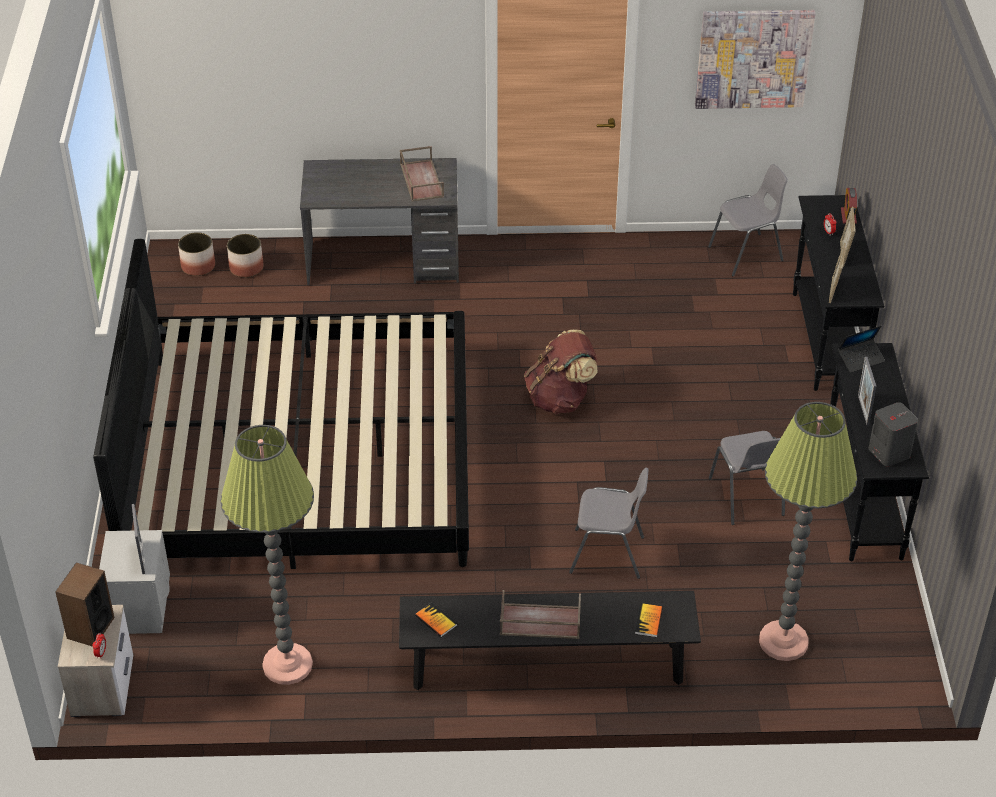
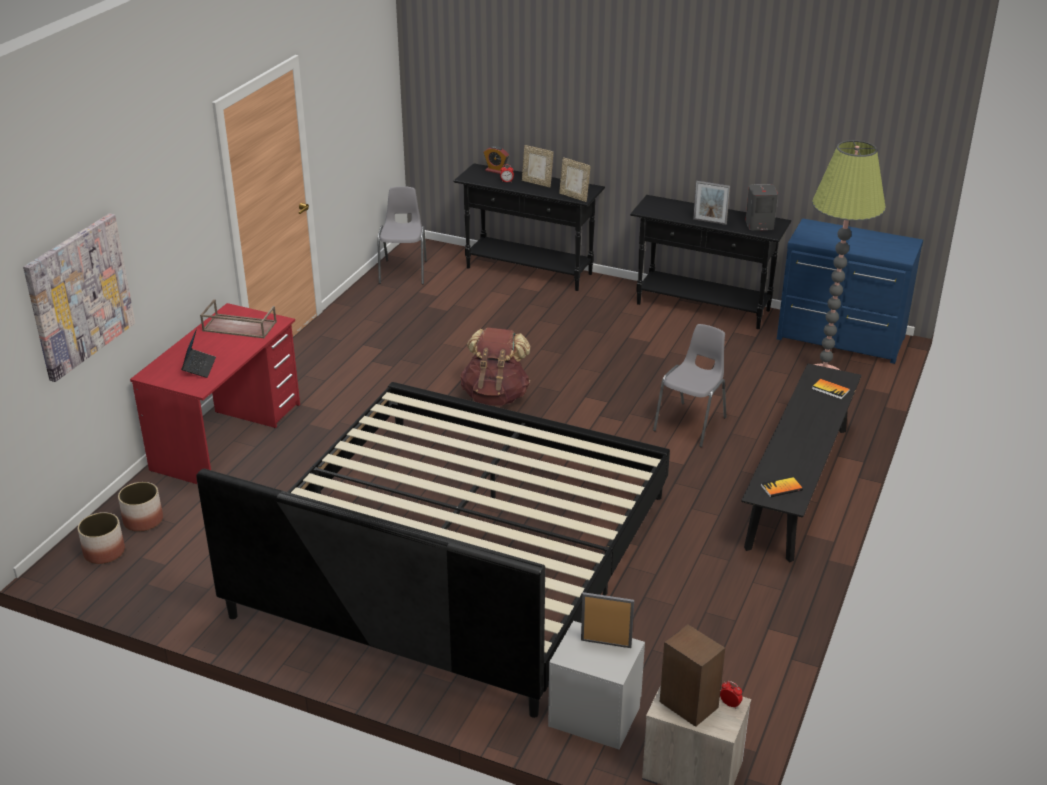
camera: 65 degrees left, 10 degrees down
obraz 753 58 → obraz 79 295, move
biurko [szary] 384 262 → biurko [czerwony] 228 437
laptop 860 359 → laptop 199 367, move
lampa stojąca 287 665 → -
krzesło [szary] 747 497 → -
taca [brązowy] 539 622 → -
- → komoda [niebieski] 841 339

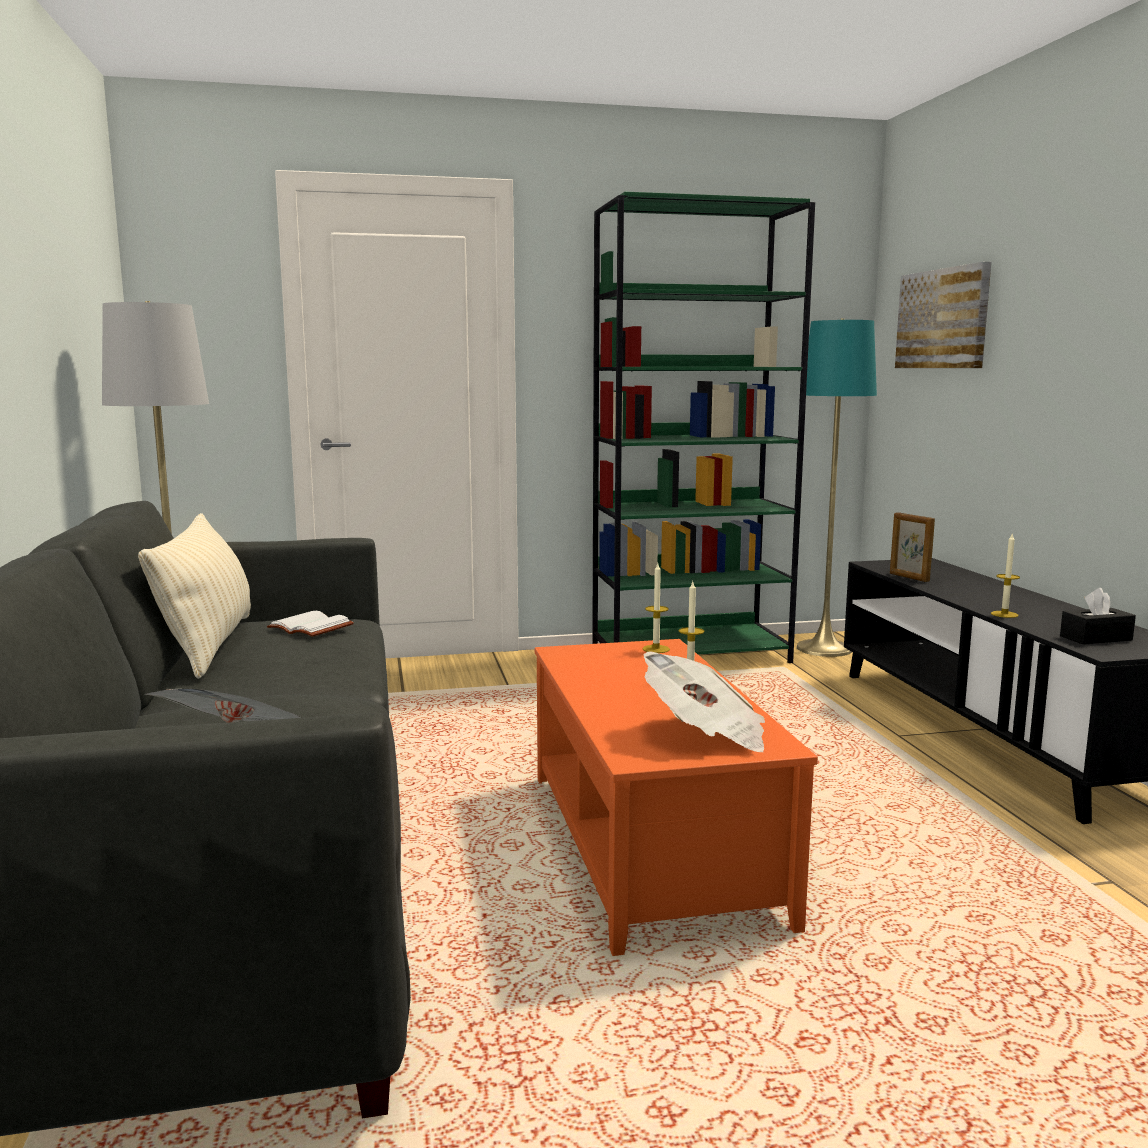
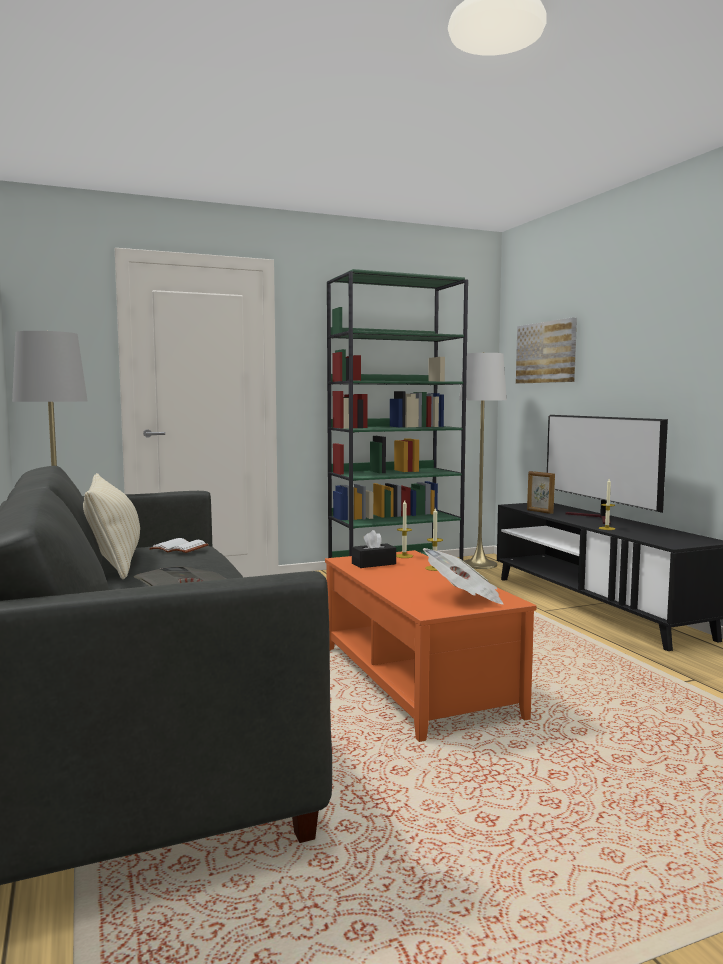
camera: 10 degrees left, 5 degrees down
lampa stojąca [turkusowy] 824 648 → lampa stojąca [biały] 479 564
pudełko chusteczek [czarny] 1096 638 → pudełko chusteczek [czarny] 373 564, move
- → telewizor 597 518

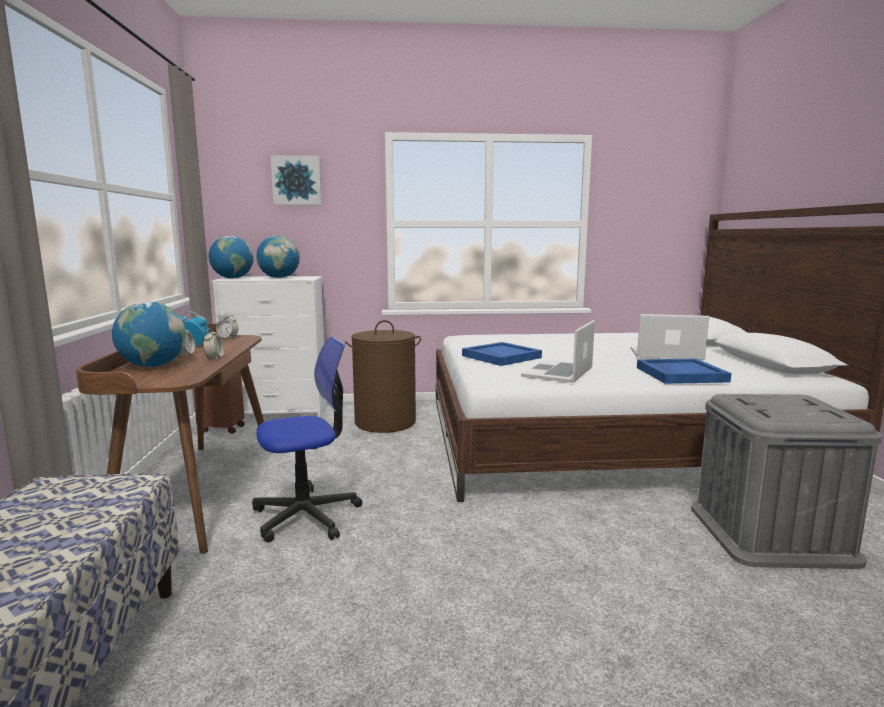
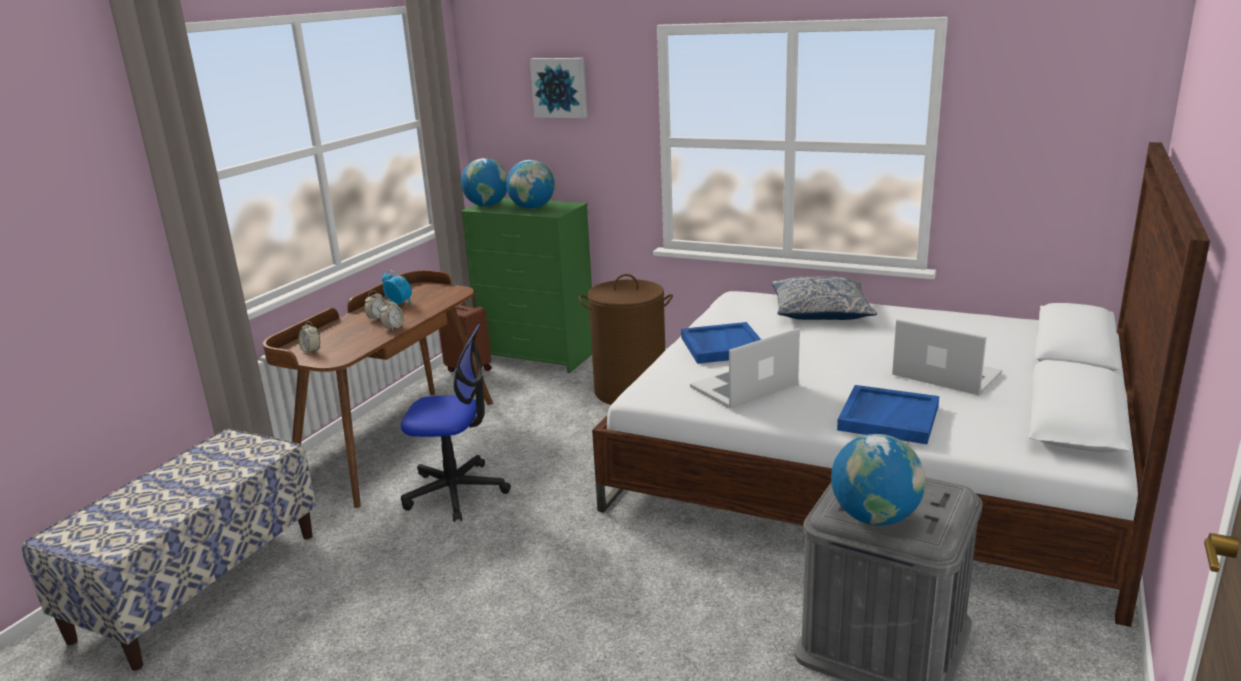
camera: 30 degrees right, 10 degrees up
komoda [biały] 279 411 → komoda [zielony] 538 355
globus 153 366 → globus 875 517, move
budzik 228 338 → budzik 311 351, move
- → poduszka 820 311

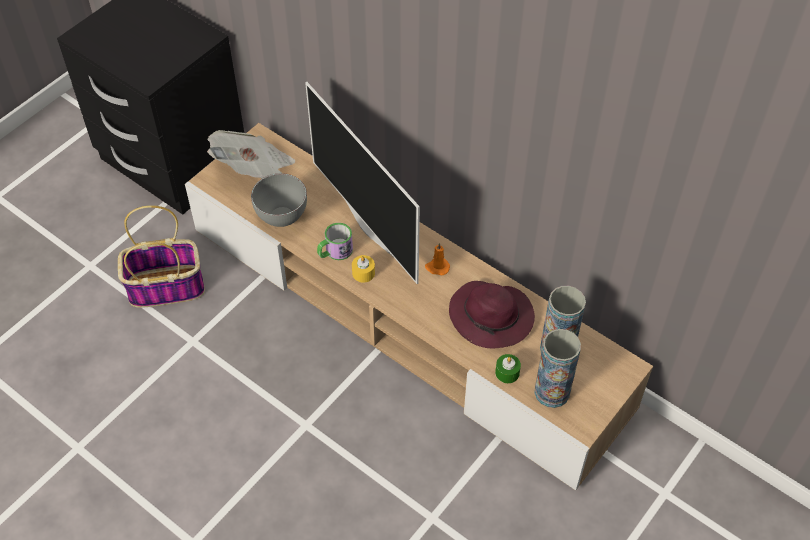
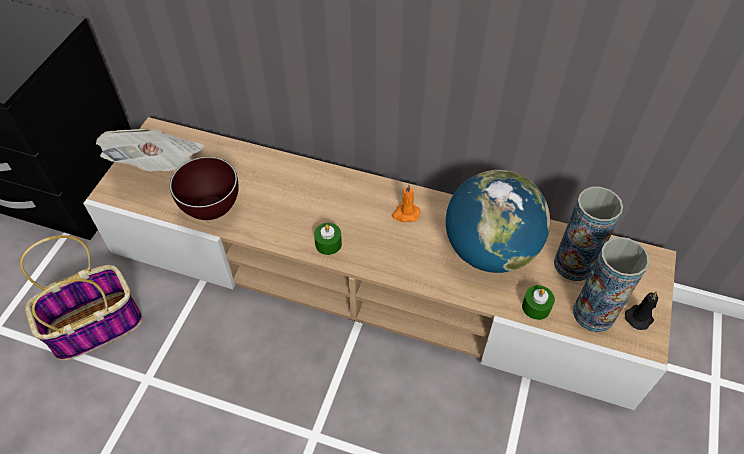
camera: 20 degrees left, 0 degrees up
telewizor 371 227 → -
miska [szary] 282 218 → miska [brązowy] 212 209
kubek 335 252 → -
świeca [żółty] 363 273 → świeca [zielony] 328 243
kapelusz [fioletowy] 492 317 → globus 489 250
- → świeca [czarny] 639 317

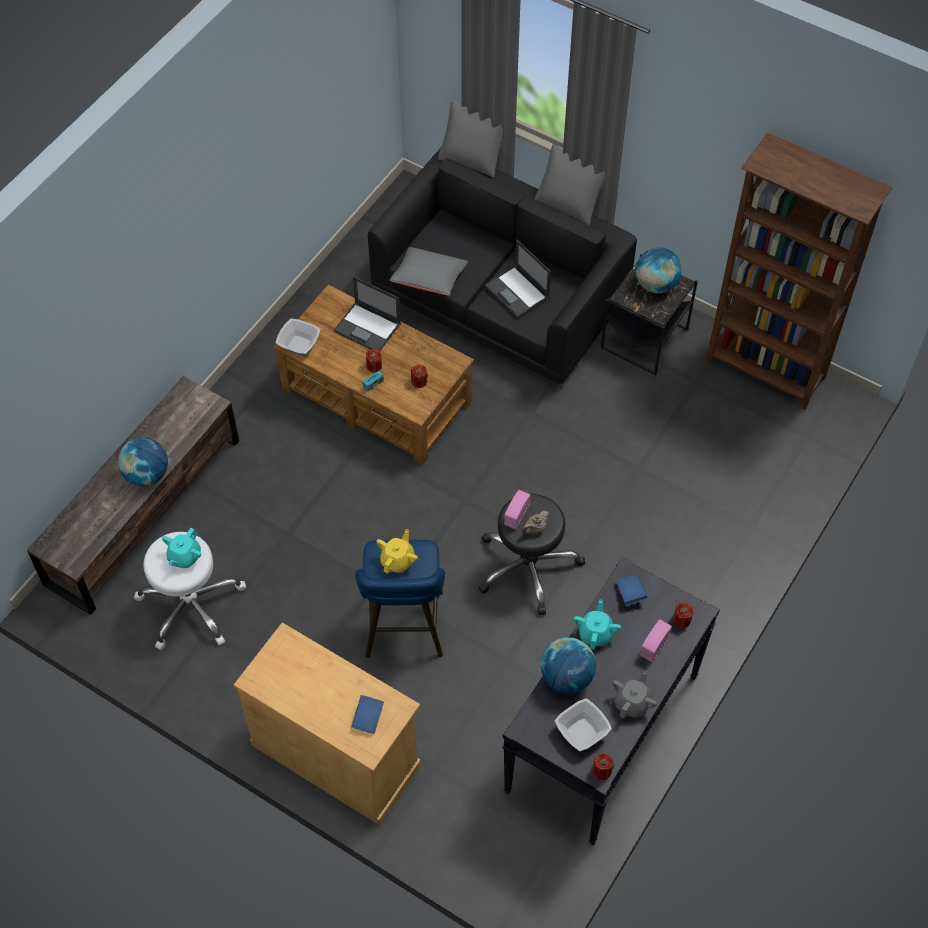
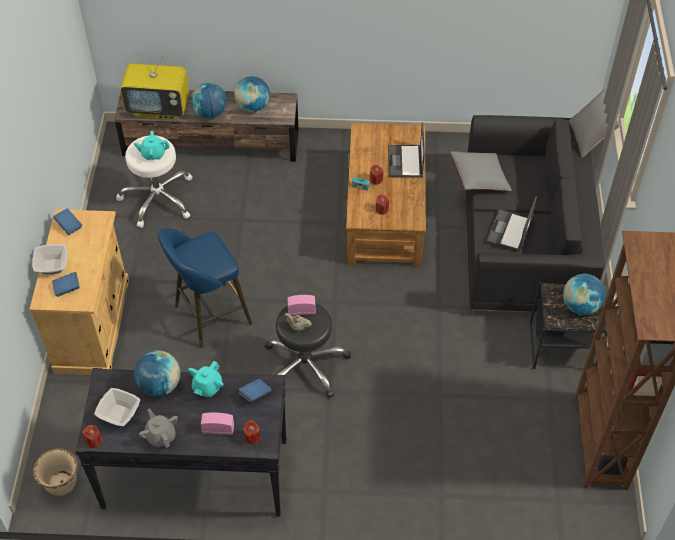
camera: 60 degrees right, 5 degrees down
poduszka [szary] 569 202 → -
miska 299 345 → miska 52 266, move
imbryk [żółty] 398 560 → -
imbryk [turkusowy] 595 633 → imbryk [turkusowy] 207 387, 135 degrees clockwise
imbryk [szary] 632 703 → imbryk [szary] 161 436, 120 degrees counterclockwise
- → telewizor 159 108
- → globus 253 107
- → książka [niebieski] 69 226
- → donica [beżowy] 62 484

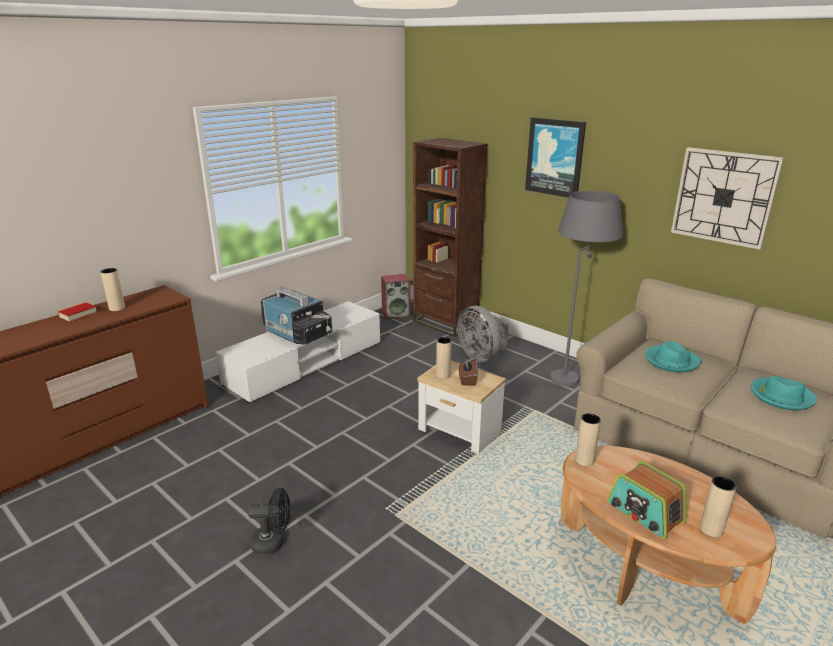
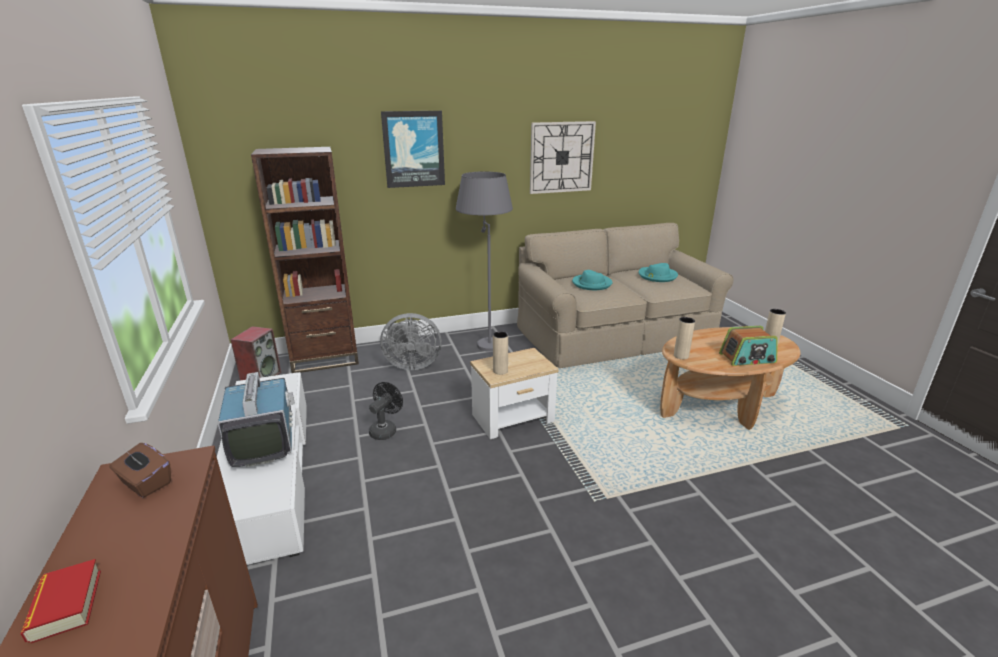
camera: 60 degrees left, 0 degrees up
wazon [beżowy] 117 308 → -
telewizor 298 334 → telewizor 263 439, 90 degrees counterclockwise
pudełko chusteczek [brązowy] 467 380 → pudełko chusteczek [brązowy] 145 483, move
wentylator [czarny] 273 542 → wentylator [czarny] 385 430, move

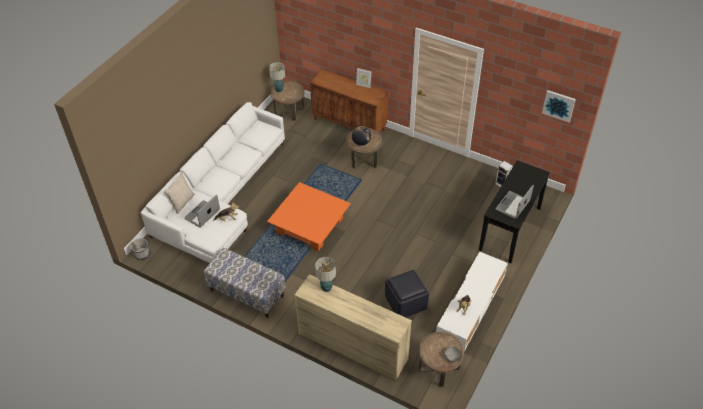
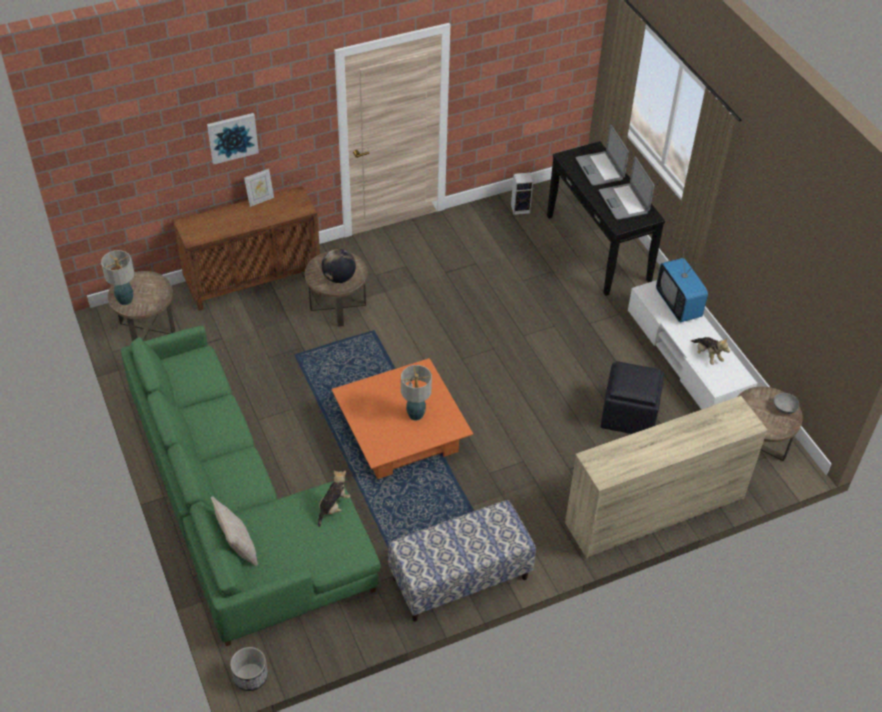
camera: 55 degrees left, 0 degrees up
obraz 558 105 → obraz 232 137, move
kanapa [biały] 220 198 → kanapa [zielony] 237 508
laptop 202 214 → laptop 600 169, move
lampa stołowa 326 288 → lampa stołowa 415 415, move
- → telewizor 678 304

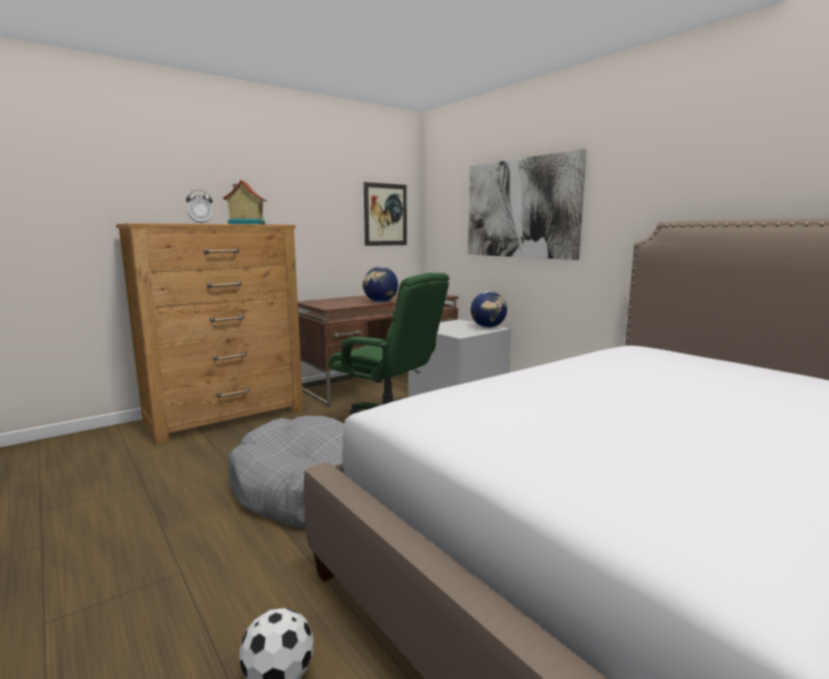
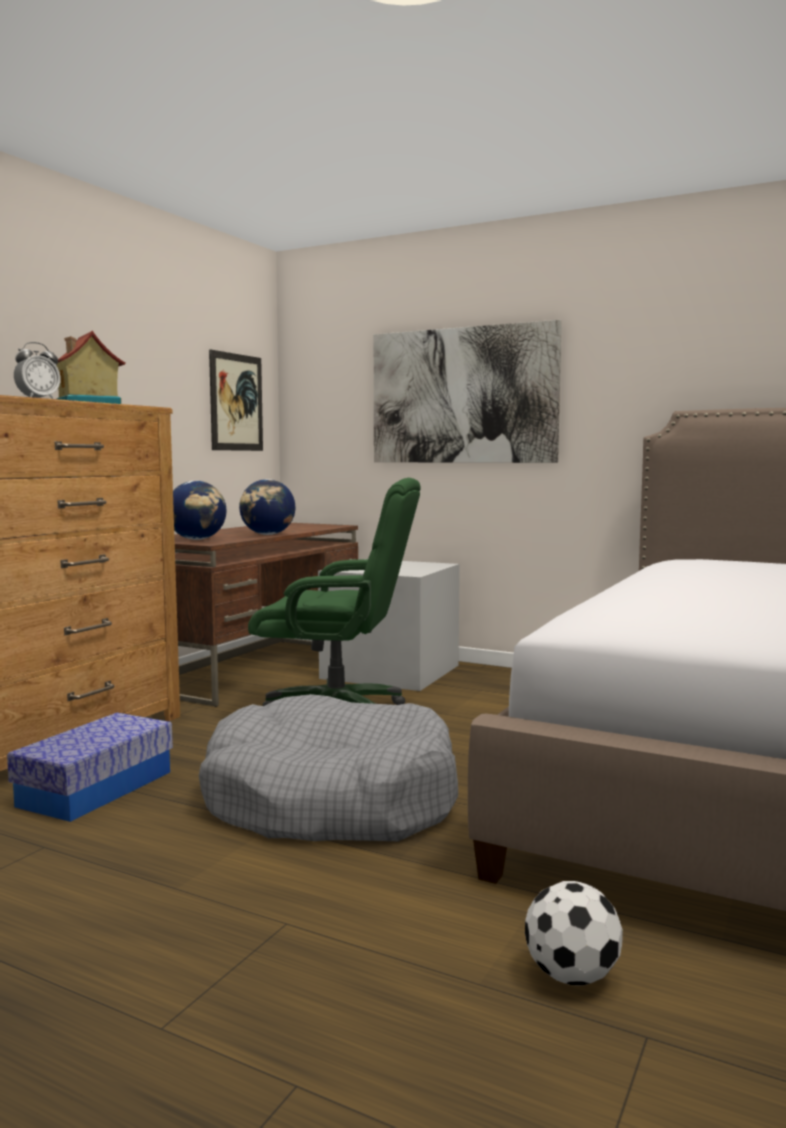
camera: 25 degrees left, 5 degrees down
globus 488 327 → globus 197 539, move
- → pojemnik do przechowywania 96 788

